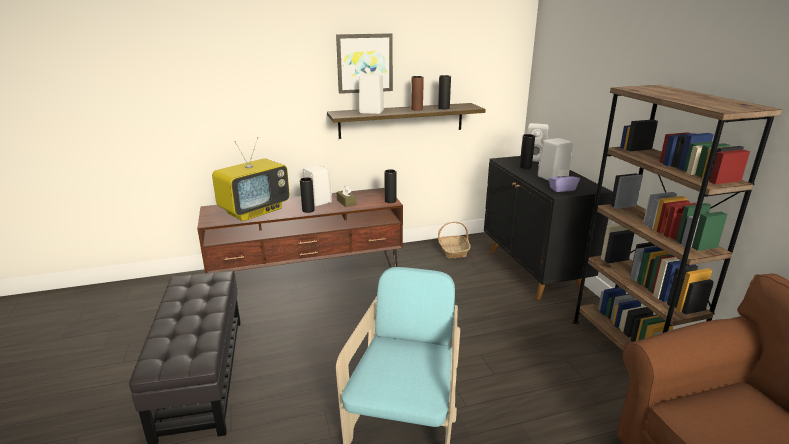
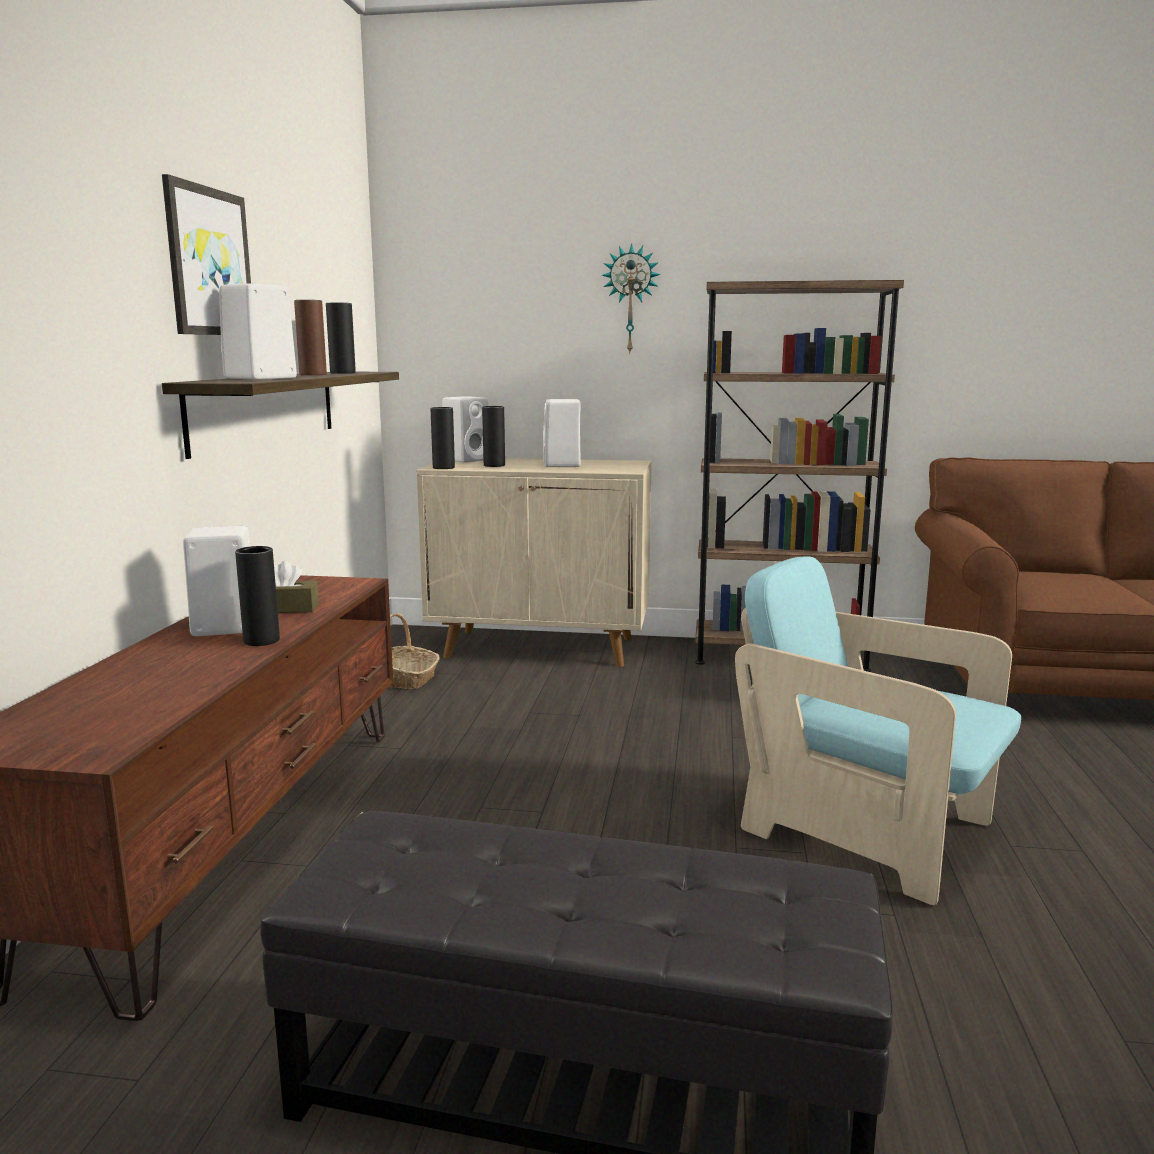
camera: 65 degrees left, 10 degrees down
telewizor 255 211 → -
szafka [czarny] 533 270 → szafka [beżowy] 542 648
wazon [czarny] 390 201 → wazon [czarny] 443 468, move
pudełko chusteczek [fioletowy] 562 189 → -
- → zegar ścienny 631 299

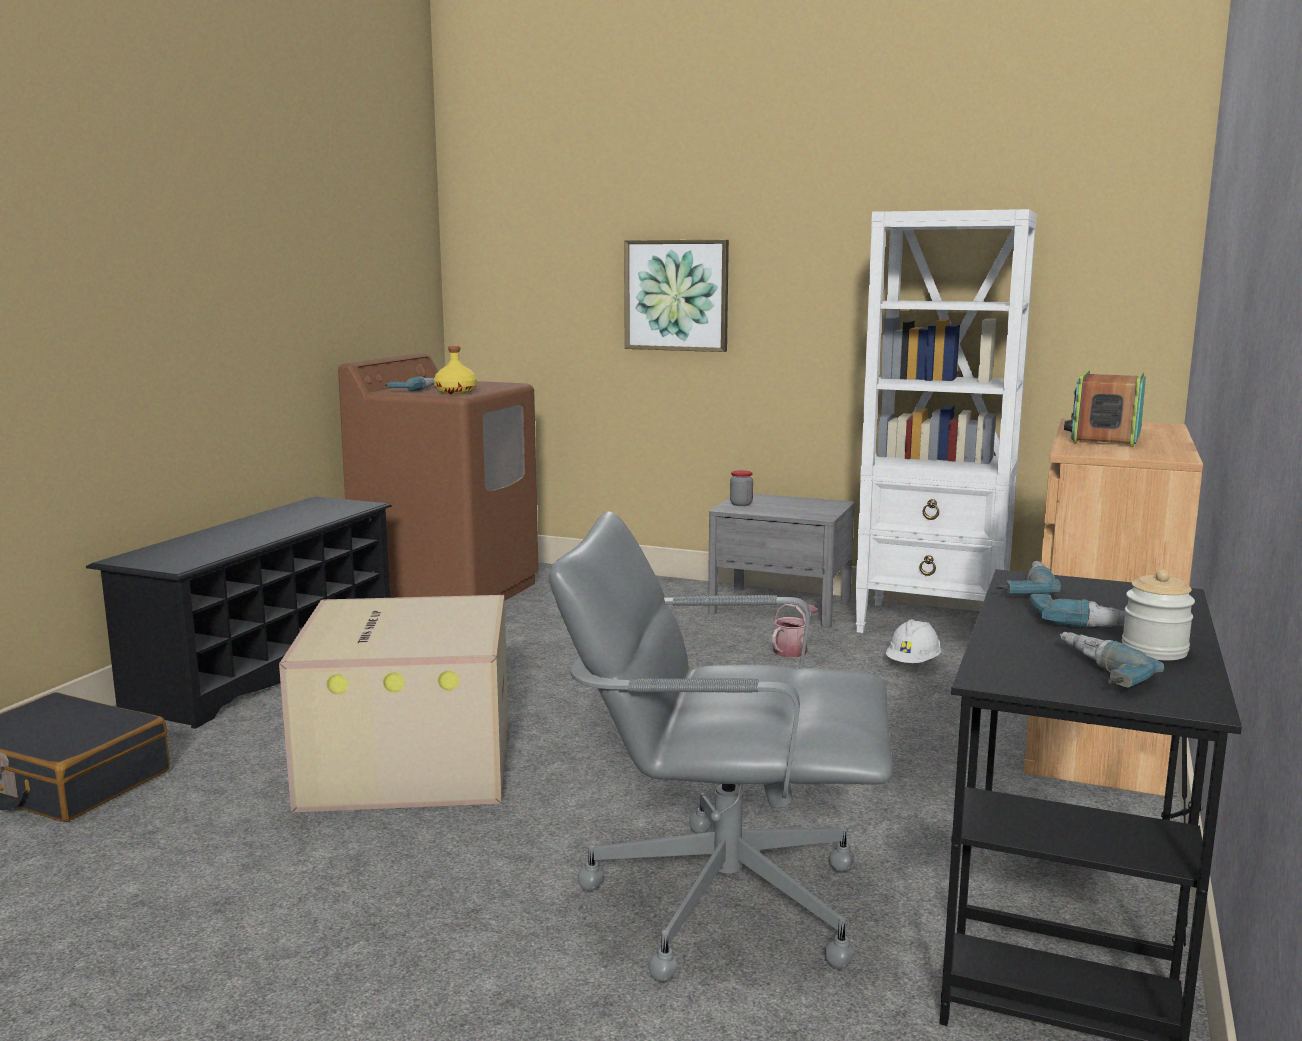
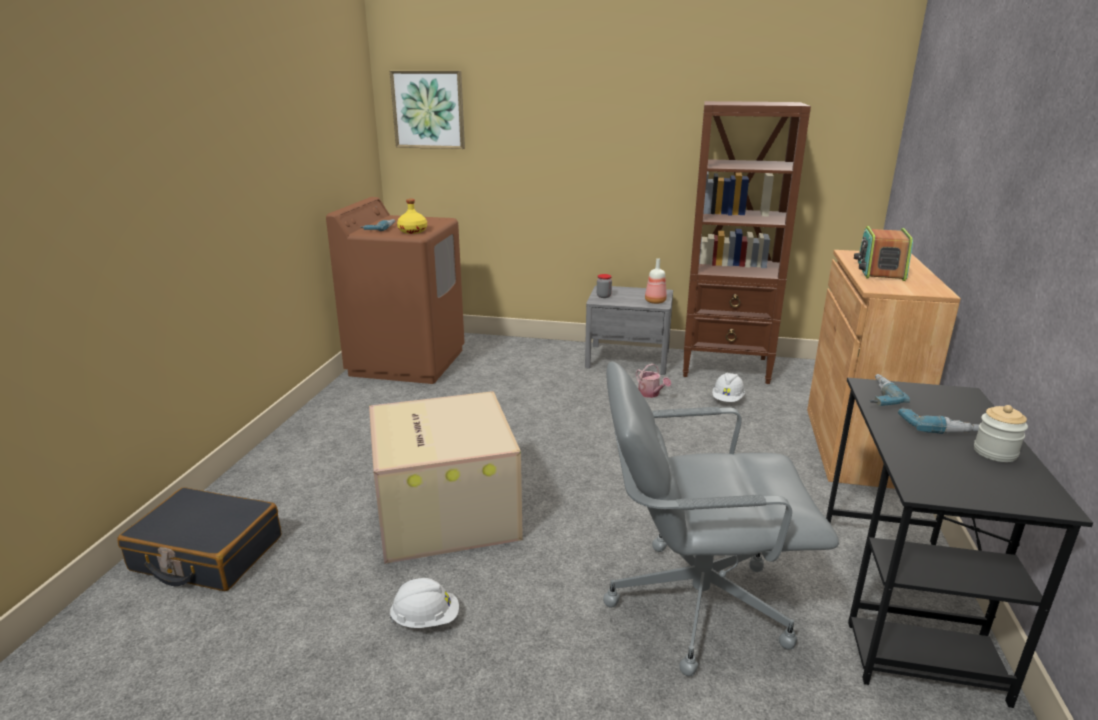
camera: 10 degrees left, 10 degrees up
regał [biały] 933 625 → regał [brązowy] 726 367
obraz 676 295 → obraz 428 110, move
regał na buty [czarny] 266 665 → -
konewka 793 650 → konewka 651 394, 120 degrees clockwise
wiertarka 1092 672 → -
- → butelka 655 302
- → kask [biały] 426 619

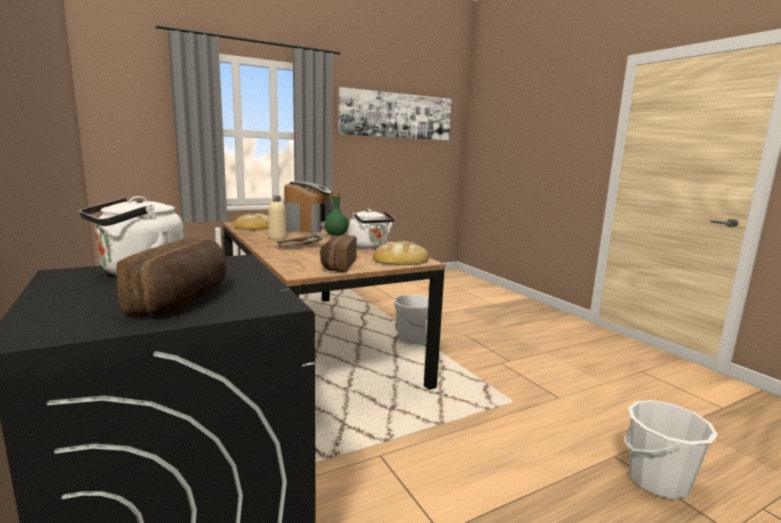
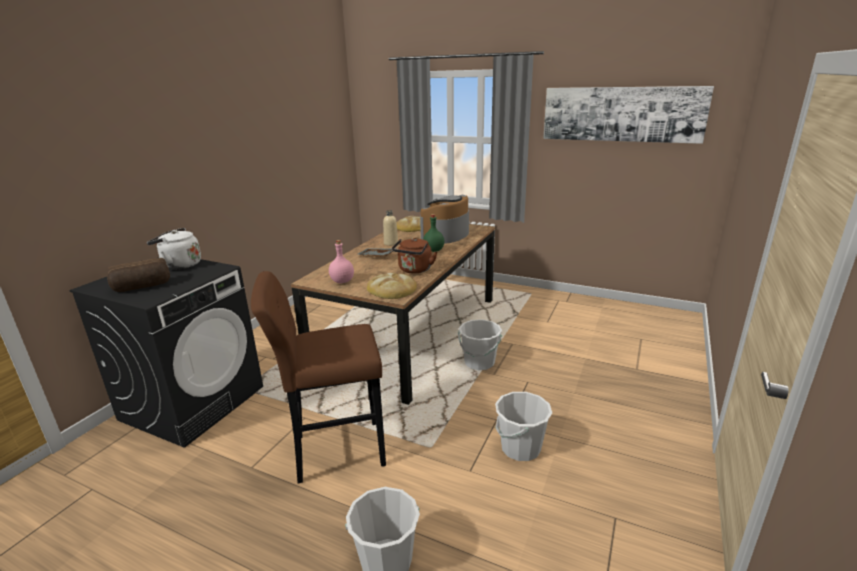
camera: 55 degrees right, 10 degrees up
ekspres do kawy 309 226 → ekspres do kawy 446 235, 150 degrees clockwise
czajnik [biały] 370 247 → czajnik [brązowy] 414 270
chleb 337 265 → butelka [różowy] 342 281
- → stołek [brązowy] 334 451
- → wiadro [biały] 520 448

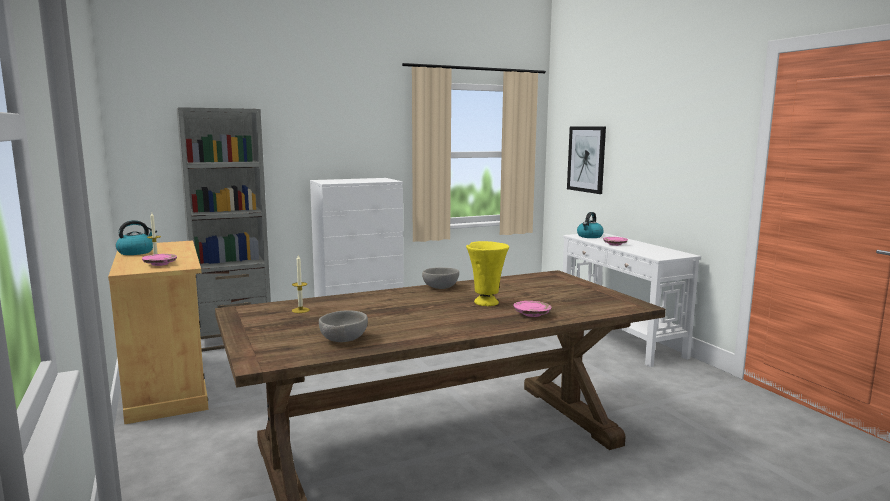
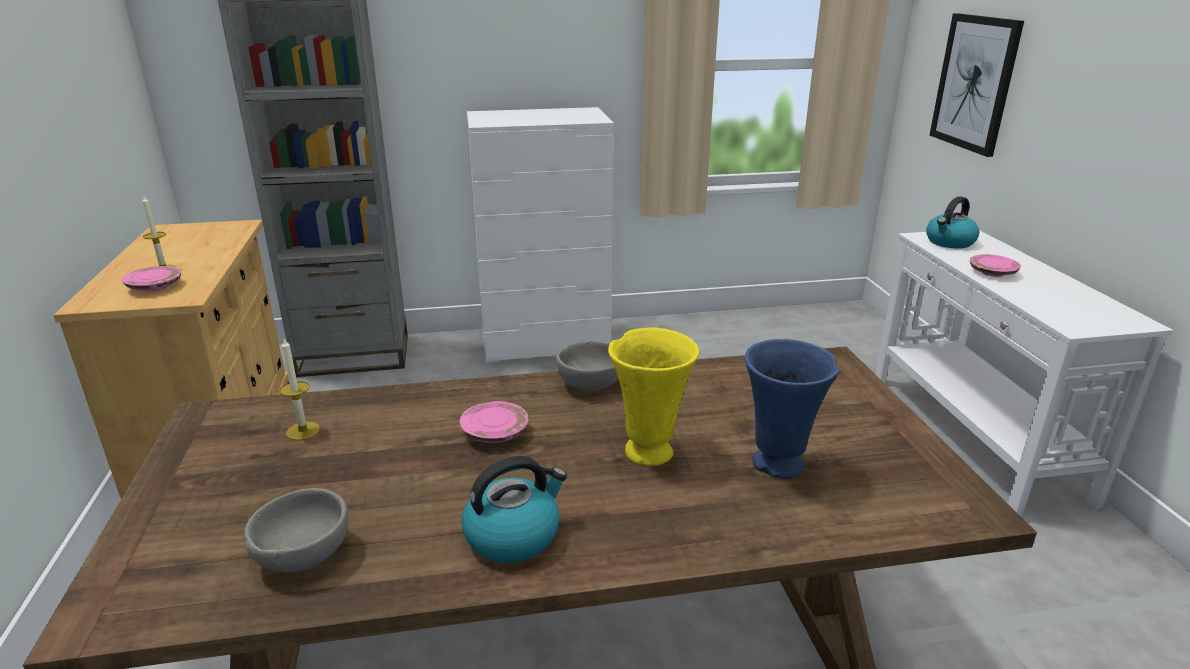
camera: 15 degrees right, 15 degrees up
czajnik 136 252 → czajnik 514 535, move
talerz [różowy] 532 314 → talerz [różowy] 495 432, move
- → wazon [niebieski] 778 466

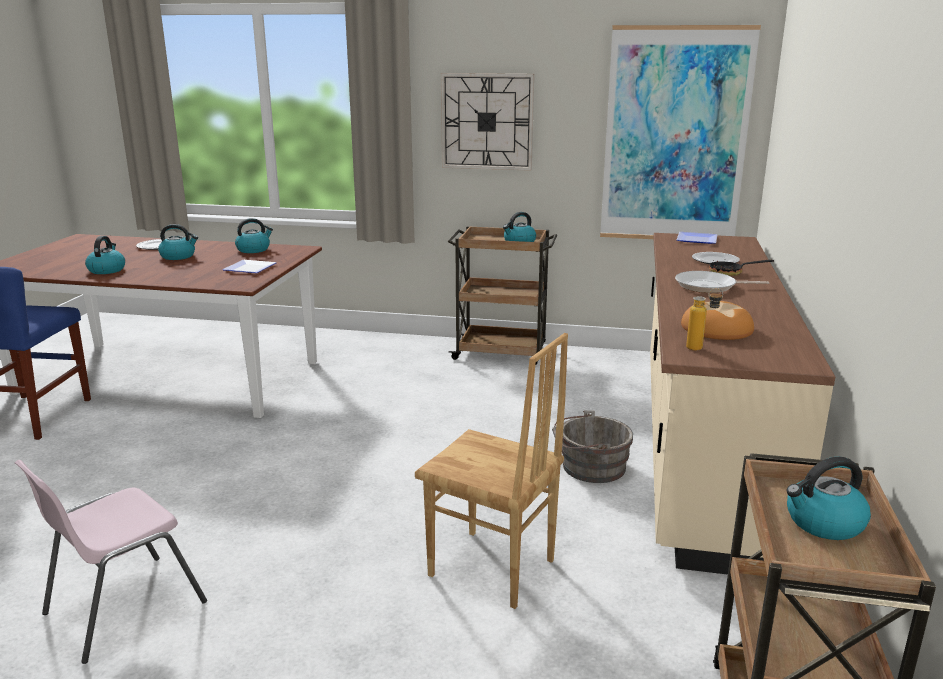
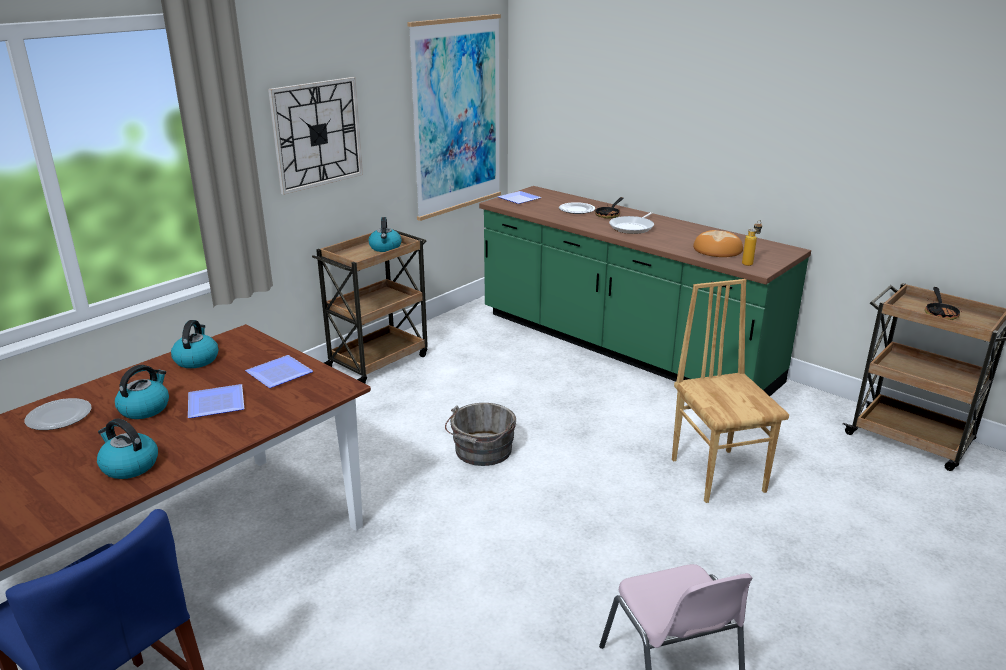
camera: 60 degrees left, 5 degrees up
zabudowa kuchenna [beżowy] 701 448 → zabudowa kuchenna [zielony] 622 348
krzesło [brązowy] 491 569 → krzesło [brązowy] 718 474, 75 degrees counterclockwise
wiadro [szary] 589 467 → wiadro [szary] 481 452, move
czajnik 823 523 → patelnia 940 313
- → talerz 214 403

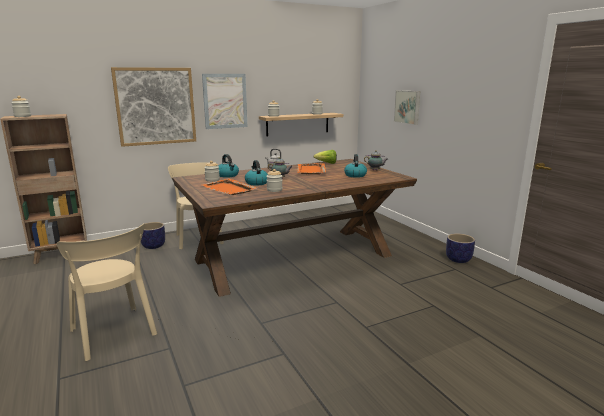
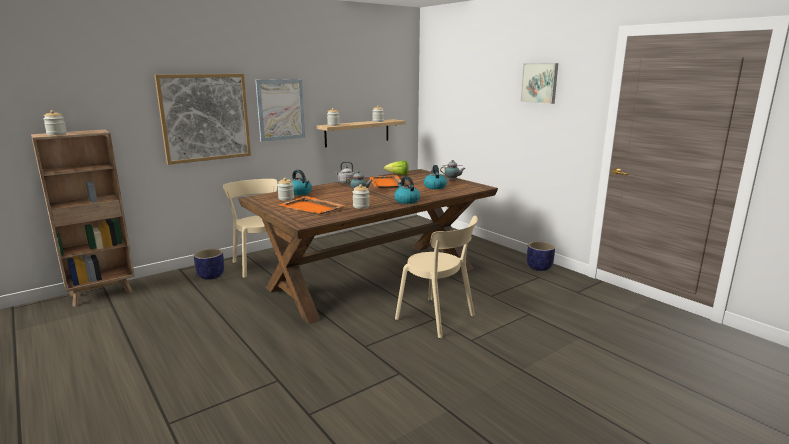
camera: 10 degrees left, 0 degrees up
obraz 408 107 → obraz 540 83, move
czajnik 256 183 → czajnik 406 201, move
krzesło [beżowy] 114 334 → krzesło [beżowy] 438 318, move

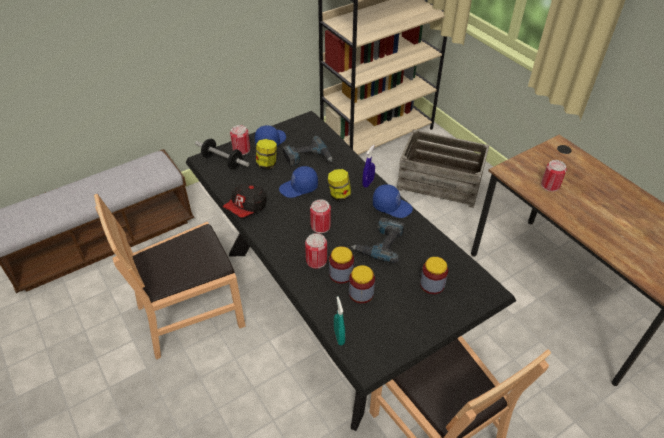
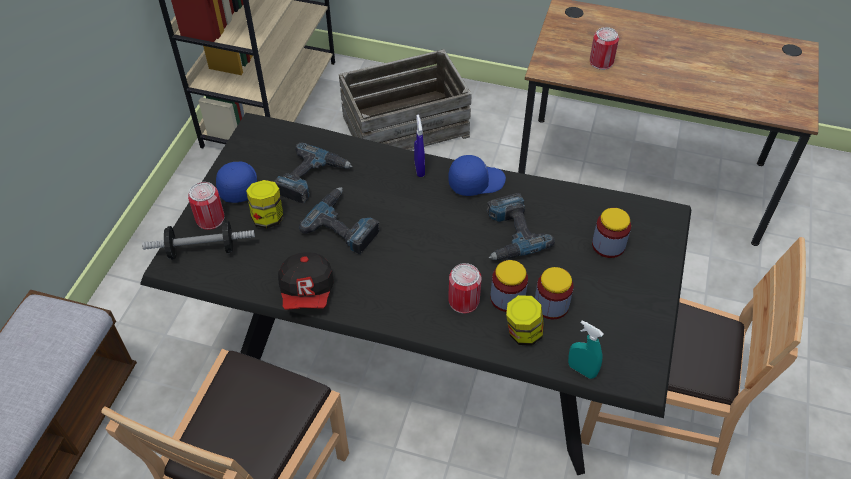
camera: 40 degrees left, 5 degrees up
czapka z daszkiem [niebieski] 299 188 → wiertarka 344 225
słoik 339 195 → słoik 523 333, move
puszka 320 226 → -

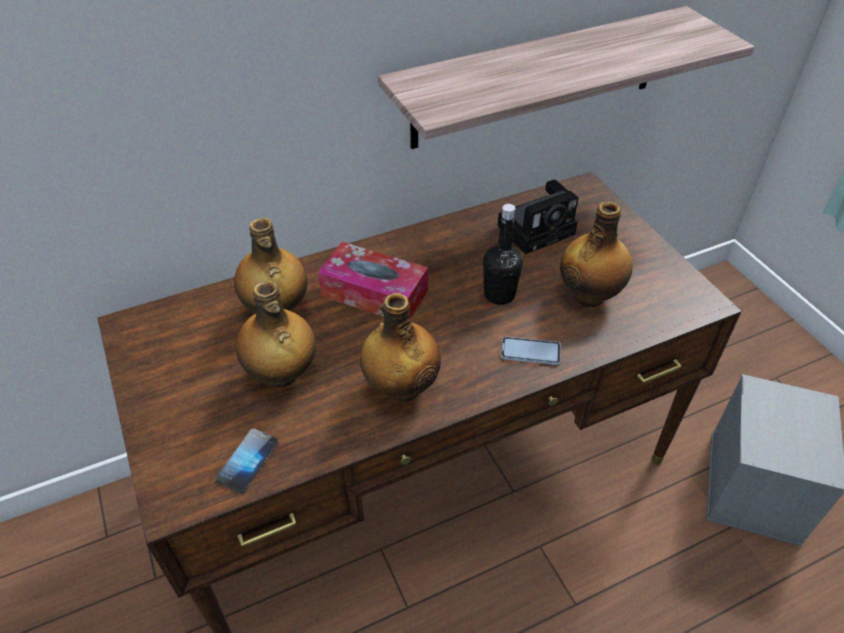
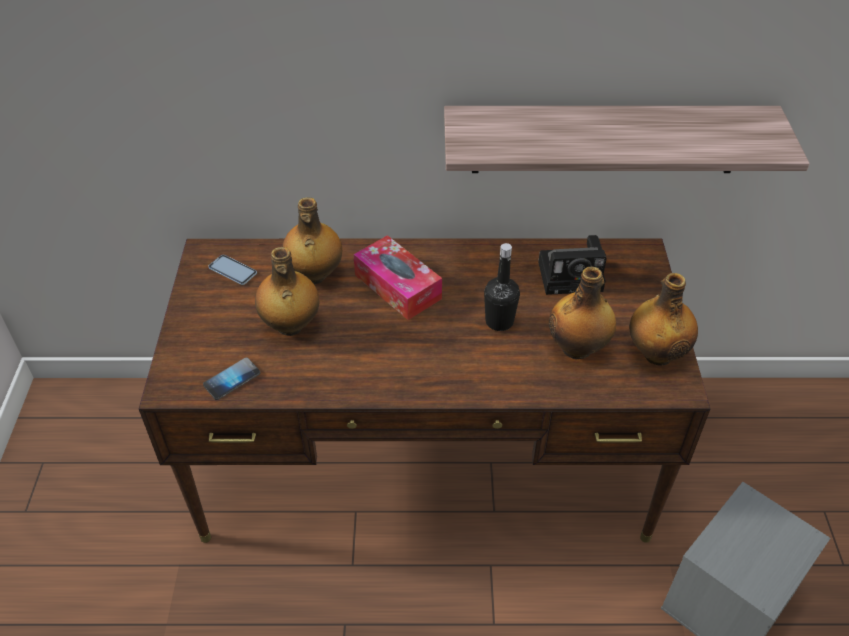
camera: 25 degrees right, 0 degrees up
butelka 401 386 → butelka 656 353, move
telefon 530 352 → telefon 232 271, move

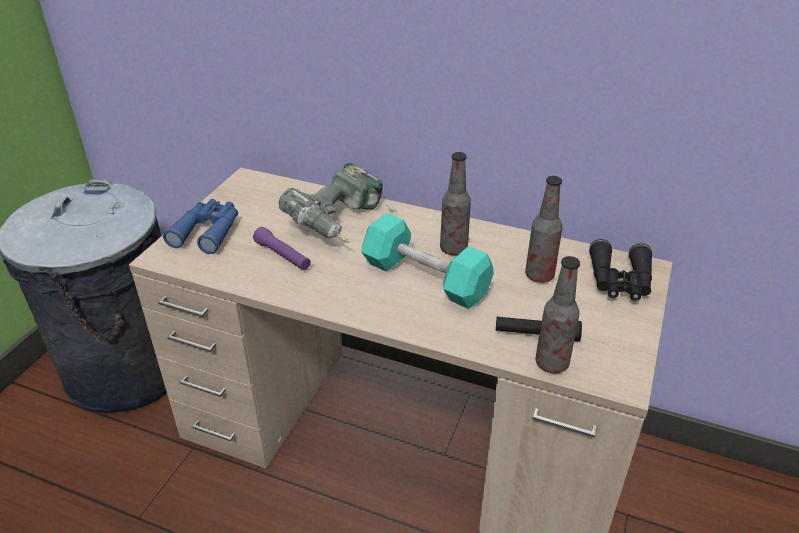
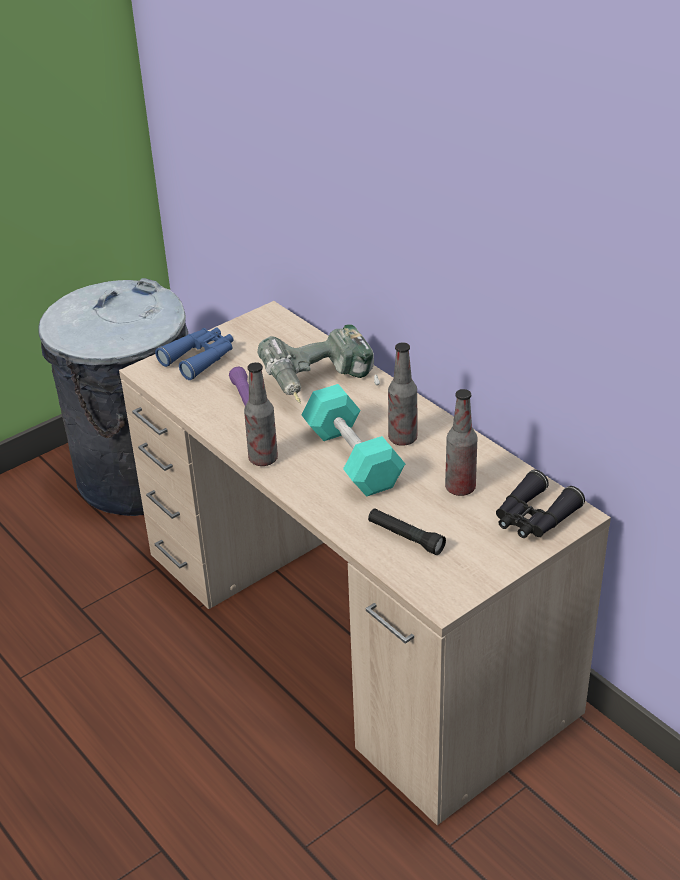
camera: 30 degrees right, 0 degrees up
butelka 551 363 → butelka 263 459, move

